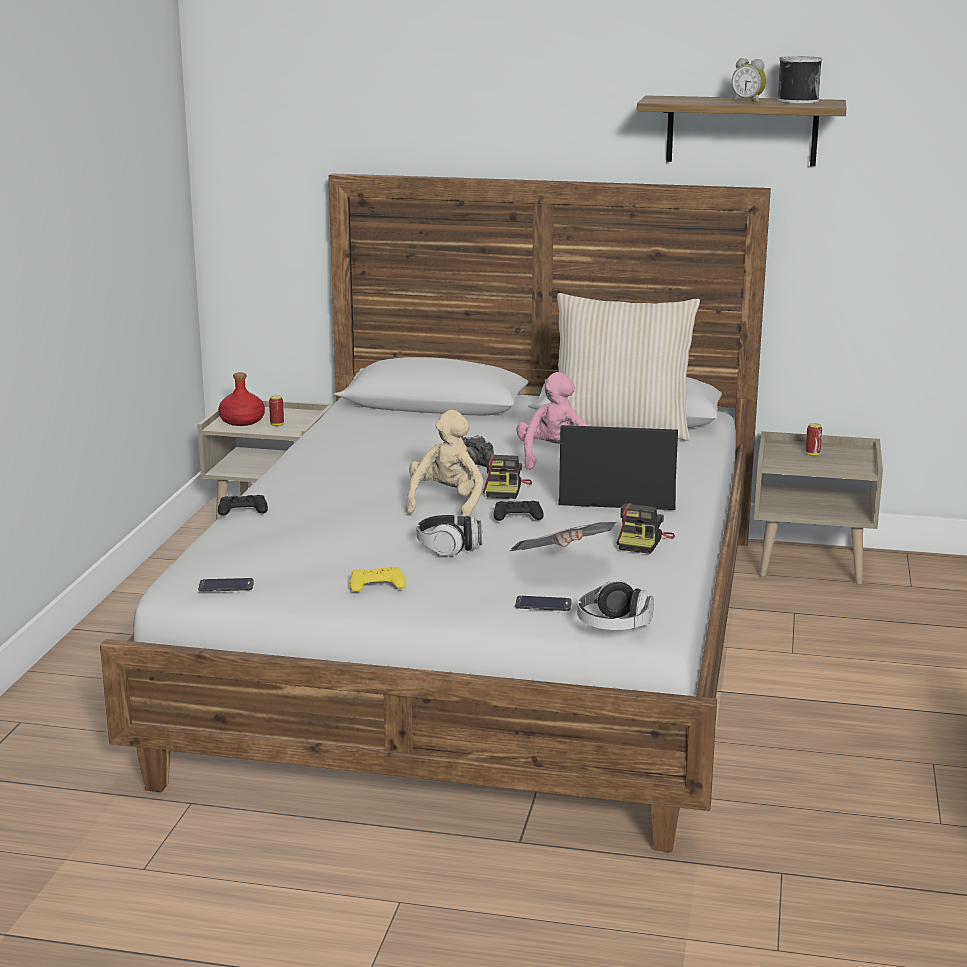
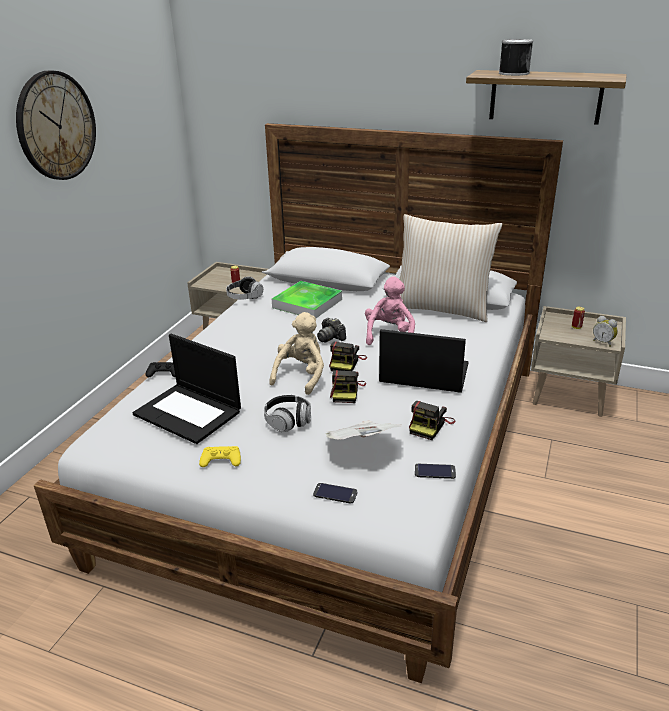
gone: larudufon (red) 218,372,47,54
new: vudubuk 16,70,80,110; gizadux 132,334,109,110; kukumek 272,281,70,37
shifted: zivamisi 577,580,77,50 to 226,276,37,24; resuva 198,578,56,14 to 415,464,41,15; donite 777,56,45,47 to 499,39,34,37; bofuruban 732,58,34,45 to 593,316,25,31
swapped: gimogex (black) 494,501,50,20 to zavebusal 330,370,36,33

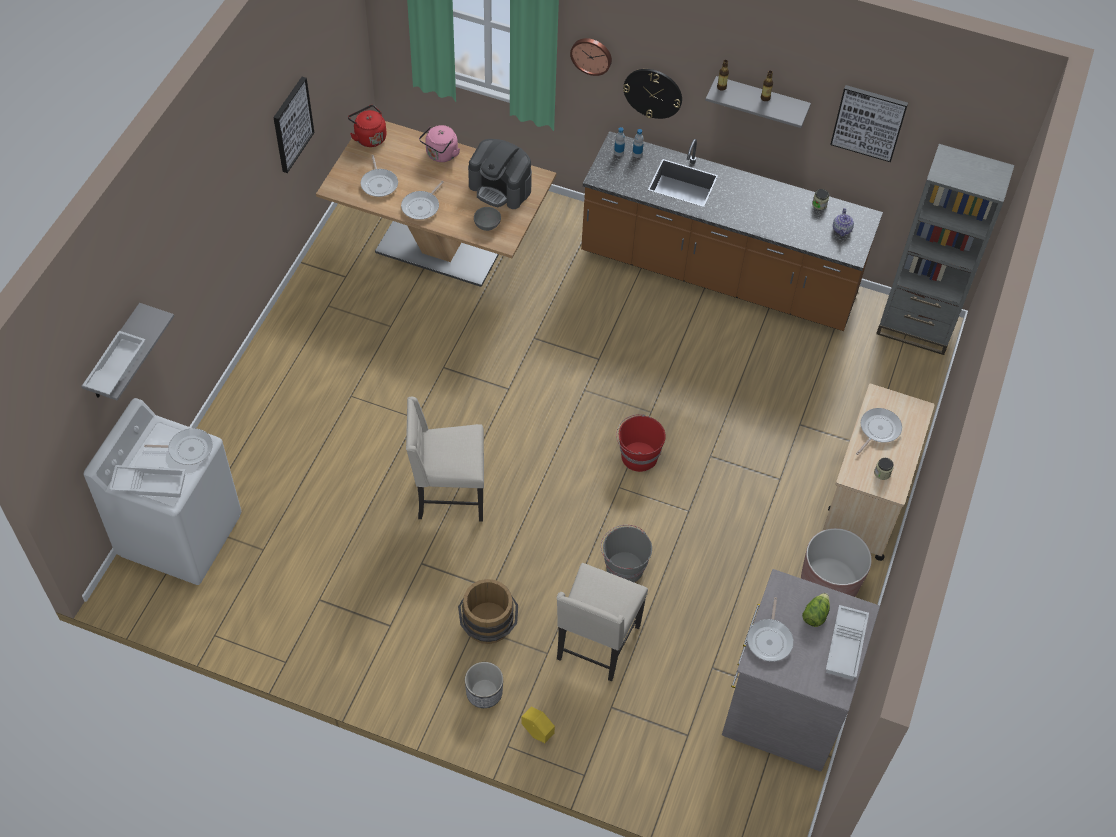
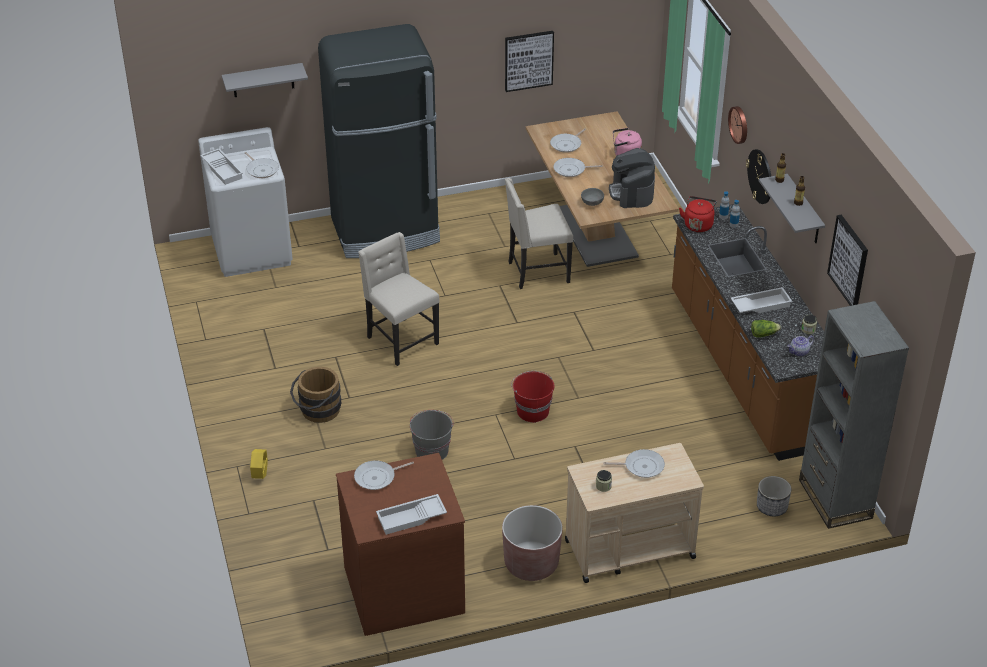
new: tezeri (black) 318,24,122,234
shifted: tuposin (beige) 557,563,91,118 to 505,178,68,111; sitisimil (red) 348,105,39,42 to 679,196,38,36; kukumek (white) 82,331,64,64 to 731,287,61,26; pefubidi 802,593,28,34 to 751,320,30,18; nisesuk 465,662,38,46 to 757,476,35,40
repainted: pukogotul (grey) 722,569,158,203 to pukogotul (brown) 336,453,129,183

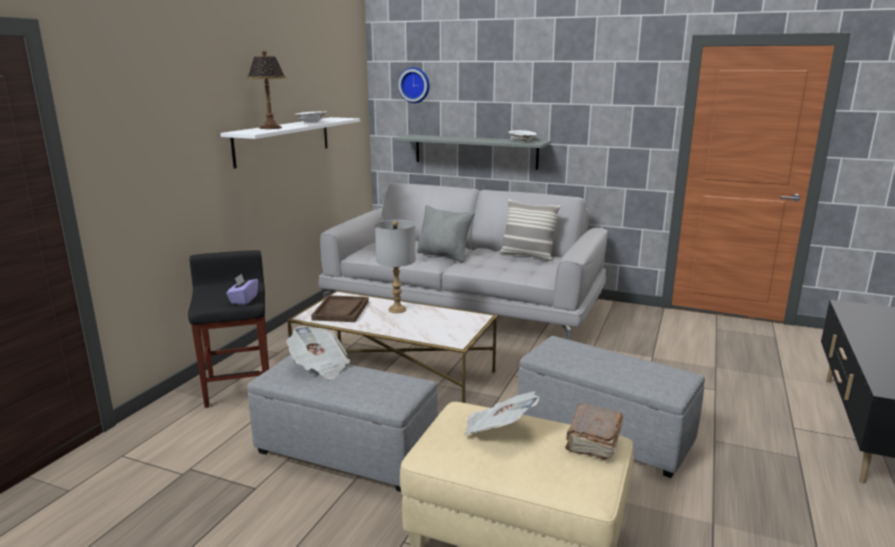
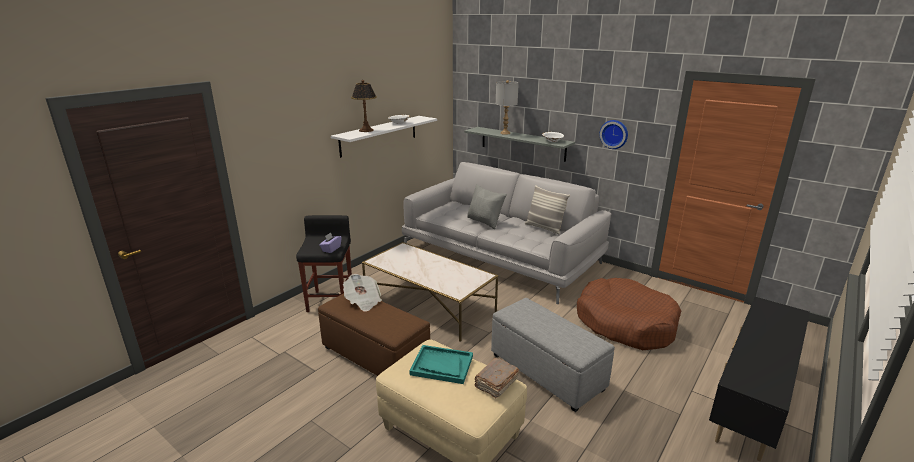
gone: kukumek (brown) 311,295,58,27
new: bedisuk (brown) 577,278,104,72
shifted: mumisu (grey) 375,220,41,93 to 496,80,23,55; vudubuk 398,67,32,36 to 599,120,29,29
swapped: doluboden 464,391,75,44 to kukumek (turquoise) 409,345,64,39
repainted: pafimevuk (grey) 247,354,191,138 to pafimevuk (brown) 318,293,112,83

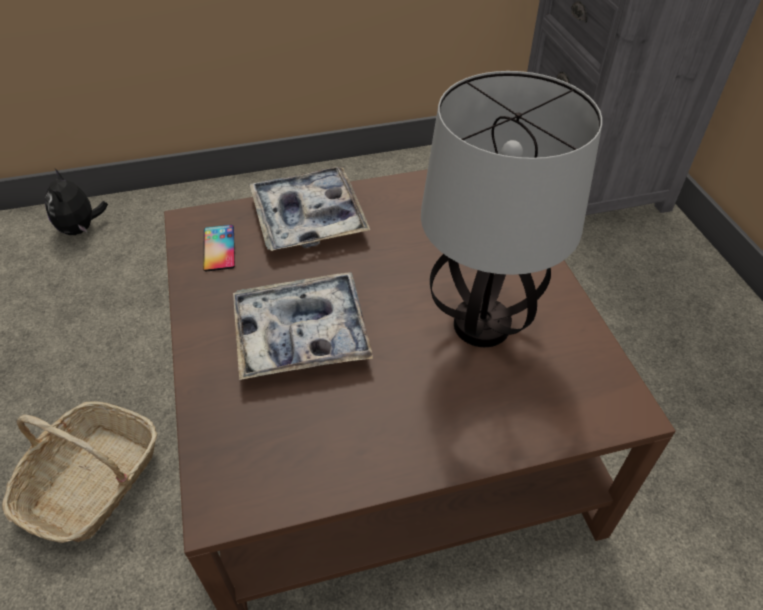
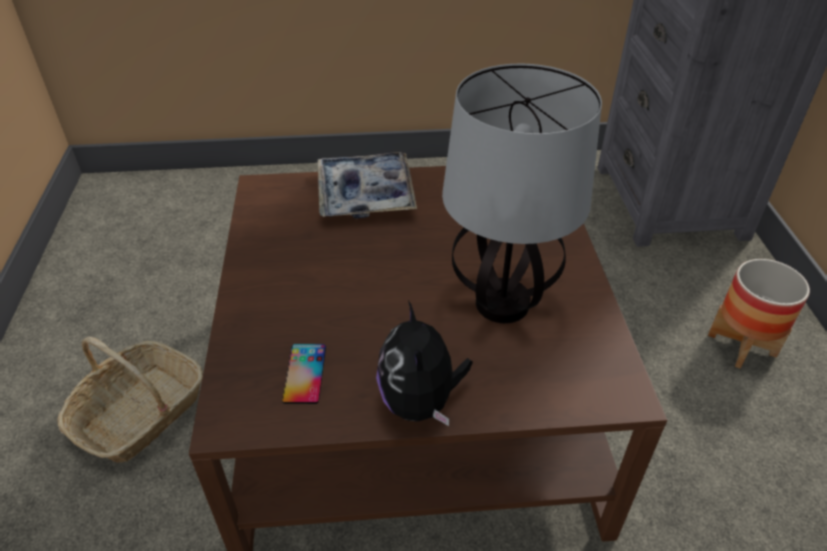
gone: kukumek 233,273,140,107
new: nisesuk 708,259,102,109
shifted: resuva 203,225,32,47 to 282,344,44,60; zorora 45,169,63,66 to 376,301,97,125

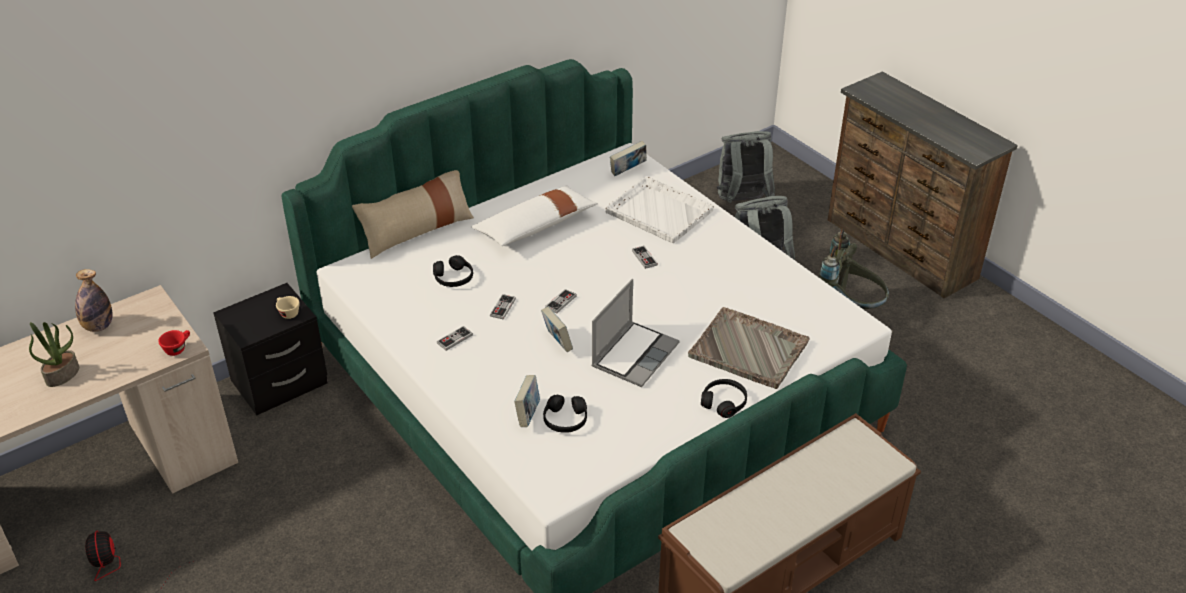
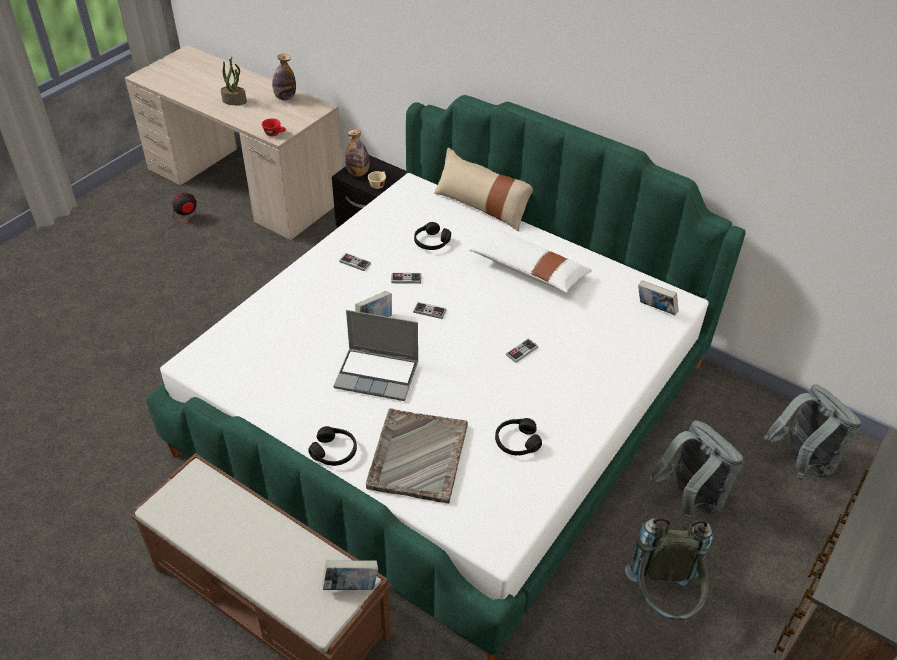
gone: kukumek (white) 605,176,109,67
new: larudufon 345,129,24,48
shifted: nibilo 514,375,26,52 to 322,560,56,30; zivamisi (black) 543,395,44,38 to 495,418,47,37

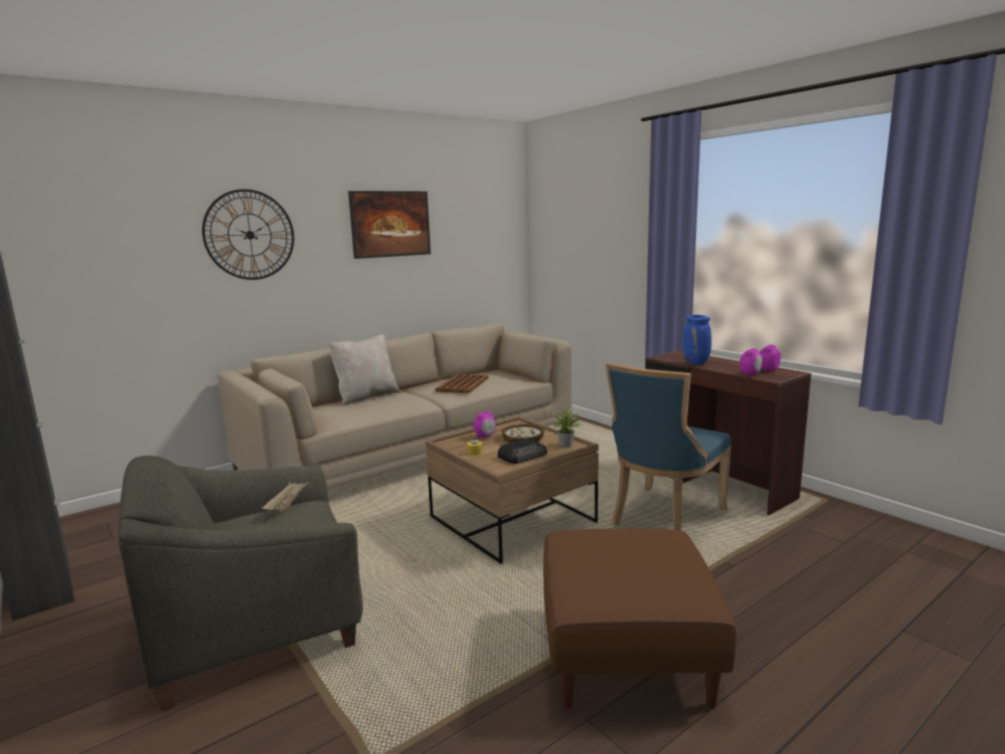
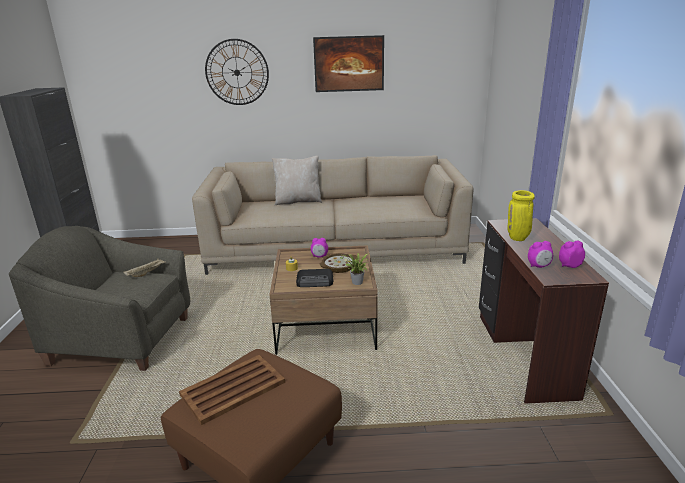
gone: tuposin (blue) 606,363,125,167
shifted: kukumek (brown) 436,374,53,19 to 179,355,106,70
repainted: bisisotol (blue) 683,315,28,50 to bisisotol (yellow) 507,190,28,51

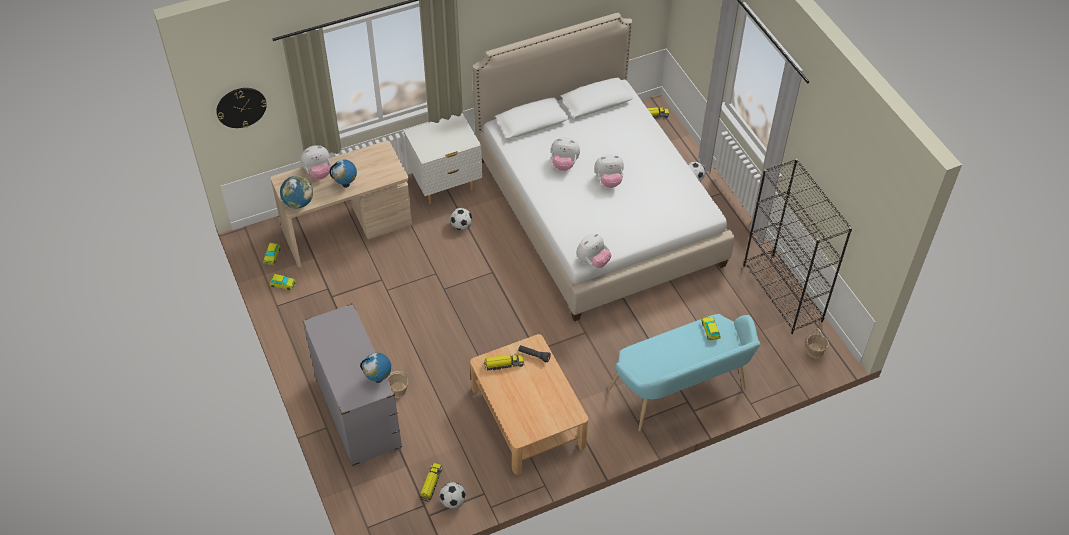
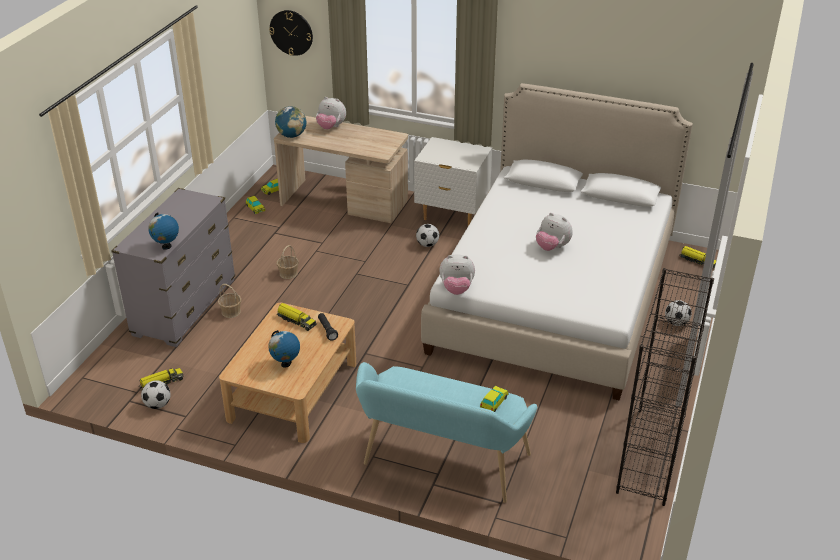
gone: zorora 551,137,29,34
shifted: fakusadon 329,160,28,28 to 268,330,32,38; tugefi 806,328,23,30 to 277,245,22,34

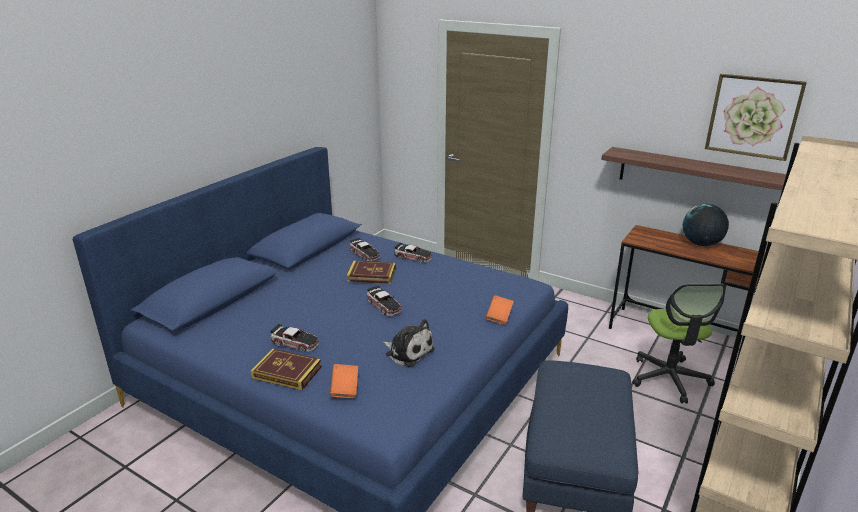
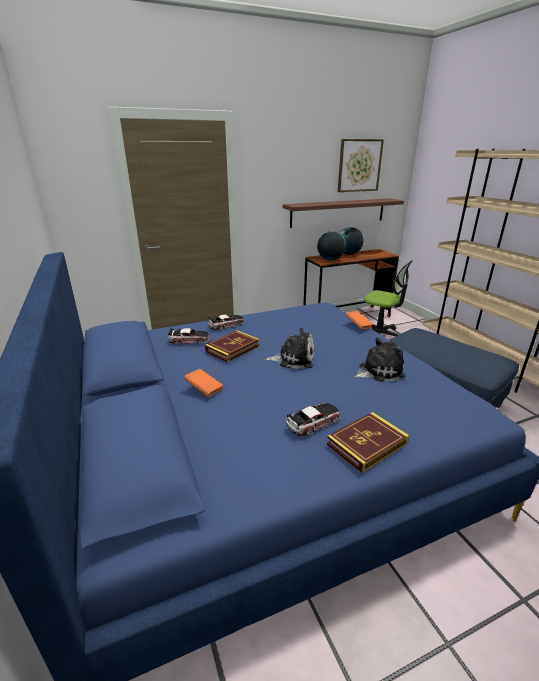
new: fakusadon 317,231,29,29
shifted: nibilo (orange) 330,364,28,34 to 184,369,39,28
swapped: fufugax 367,286,35,30 to zorora 265,327,49,42

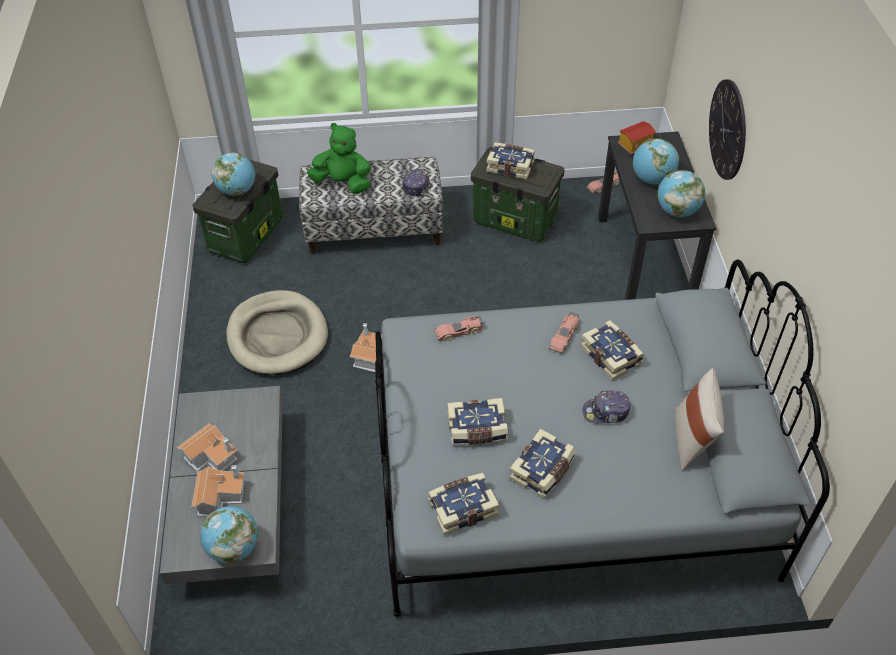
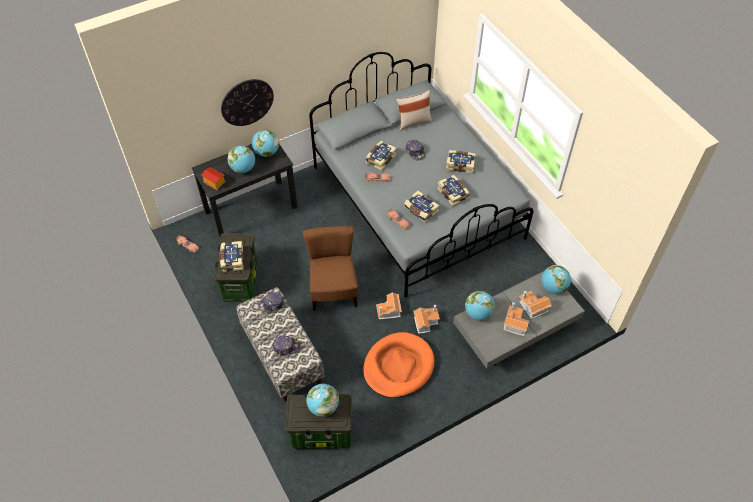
new: tuposin (brown) 303,226,55,85; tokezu 414,305,26,29; fakusadon 465,291,30,30
shifted: nibilo 428,473,71,62 to 404,191,35,31
swapped: zorora (green) 307,123,64,71 to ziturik 273,336,27,19
repainted: bedisuk (beige) 226,290,102,85 to bedisuk (orange) 363,332,72,66

